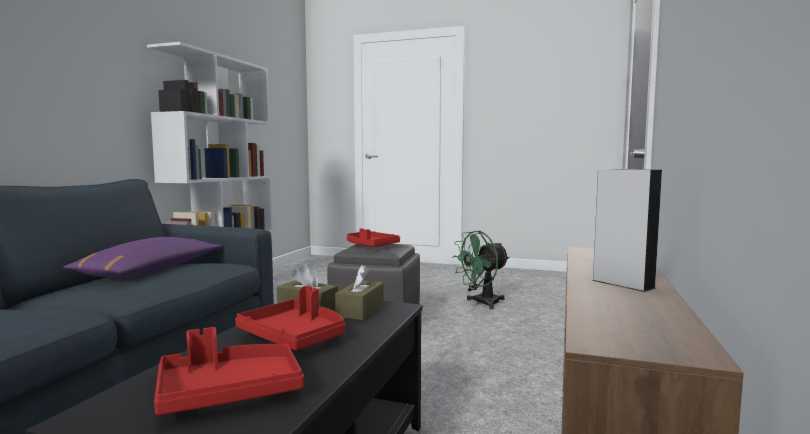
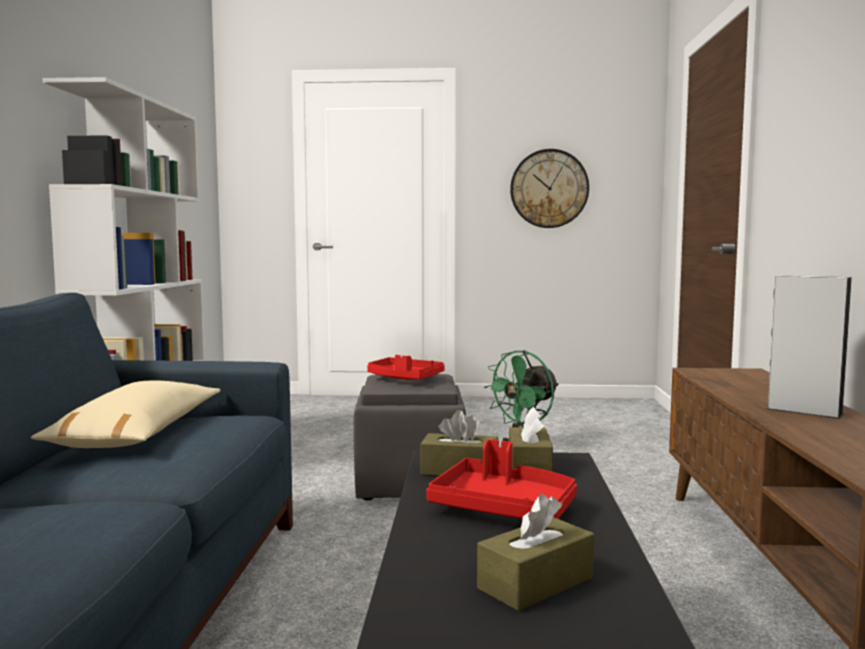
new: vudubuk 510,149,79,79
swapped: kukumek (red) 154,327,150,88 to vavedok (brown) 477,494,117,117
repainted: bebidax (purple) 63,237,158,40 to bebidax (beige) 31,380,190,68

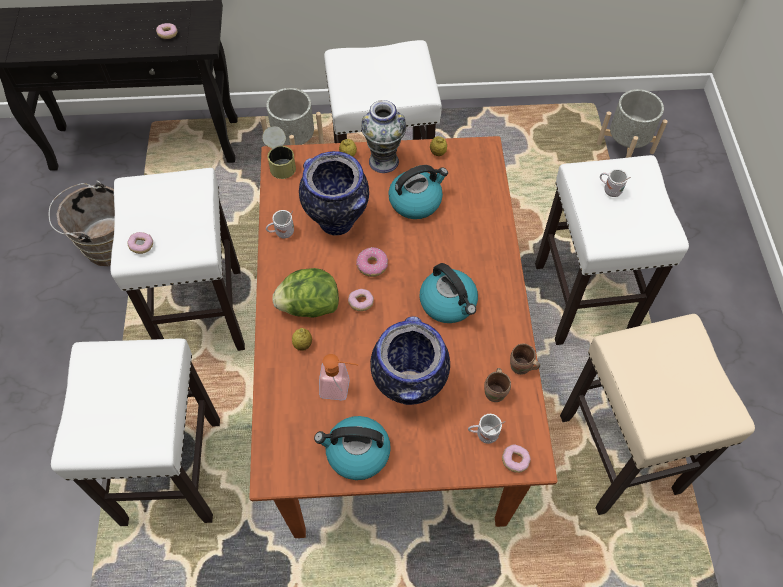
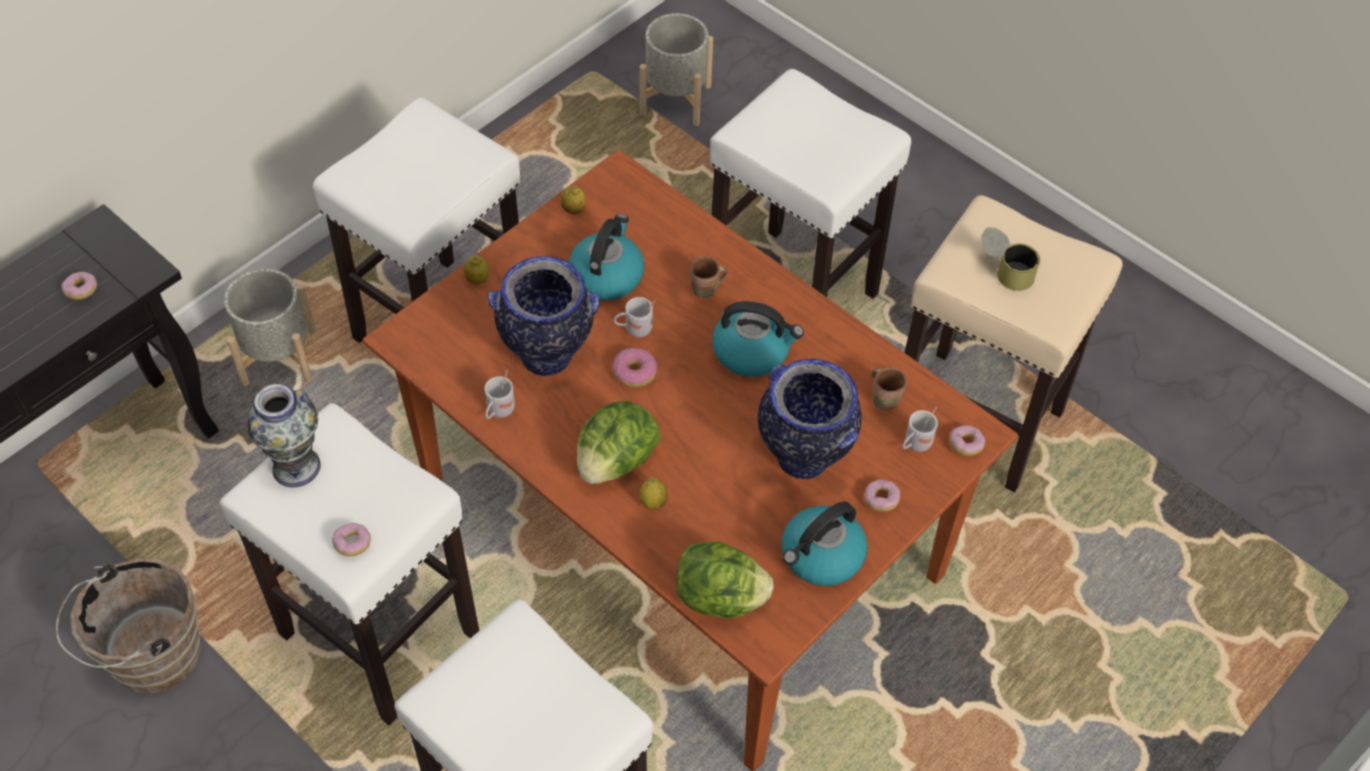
gone: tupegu 319,354,40,46
new: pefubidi 676,542,98,76
shifted: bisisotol 361,100,45,73 to 247,383,74,104; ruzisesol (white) 600,169,31,28 to 614,297,42,40; ruzisesol (brown) 510,344,30,31 to 689,257,39,42; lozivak 348,289,26,22 to 864,479,36,33; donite 262,126,34,53 to 981,227,59,64

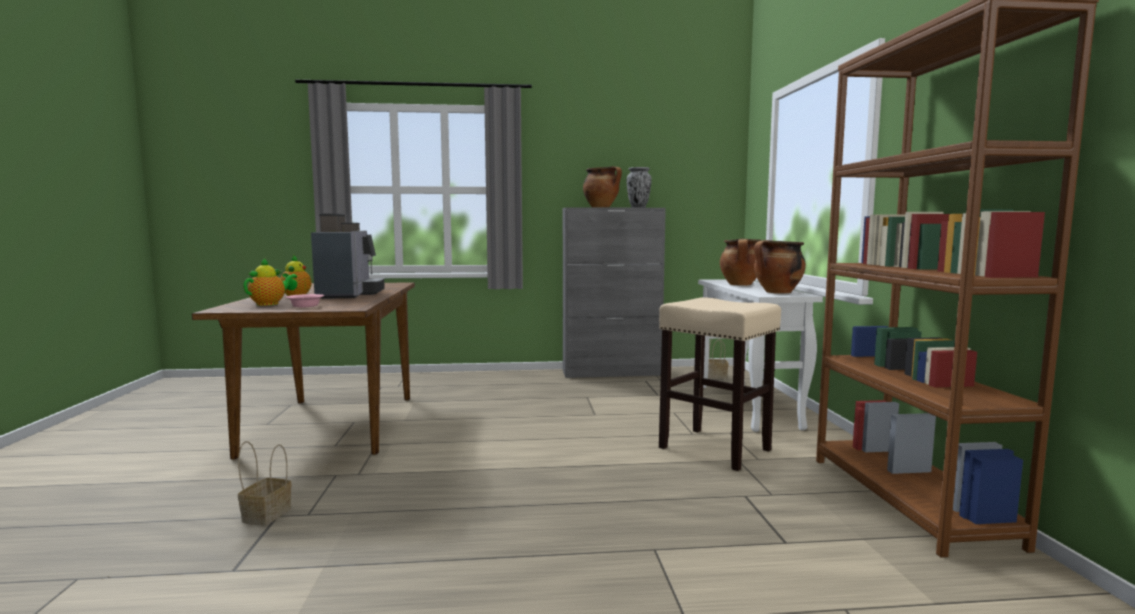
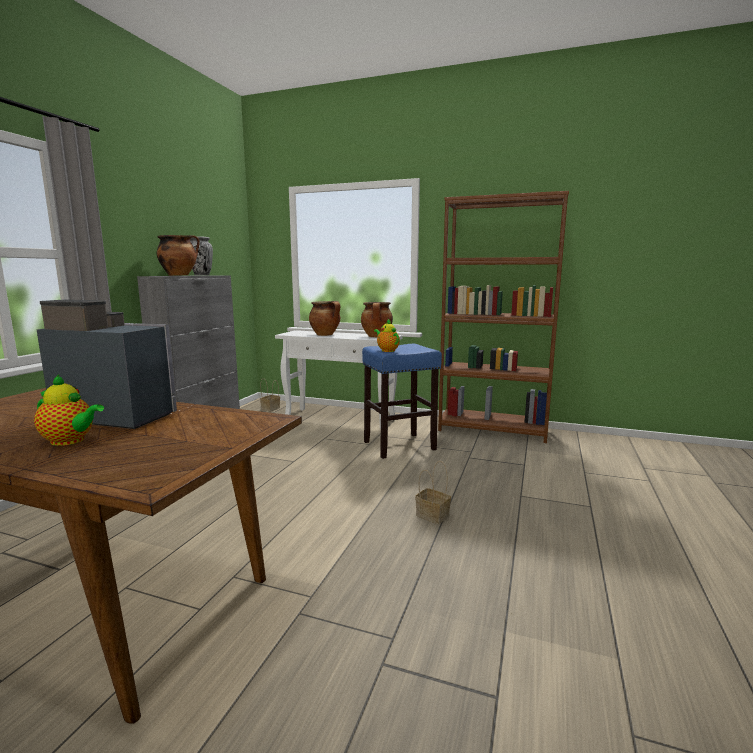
gone: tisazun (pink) 286,294,38,13
shifted: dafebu 243,258,54,48 to 374,319,26,33; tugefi 238,441,53,85 to 415,461,36,63
repainted: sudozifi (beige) 659,297,122,174 to sudozifi (blue) 362,344,80,115

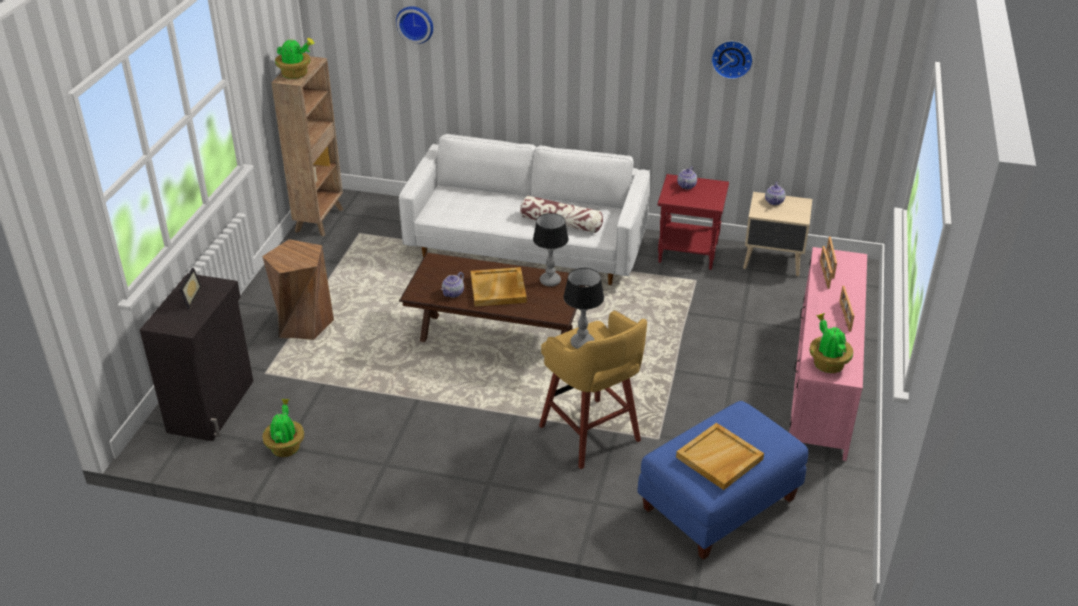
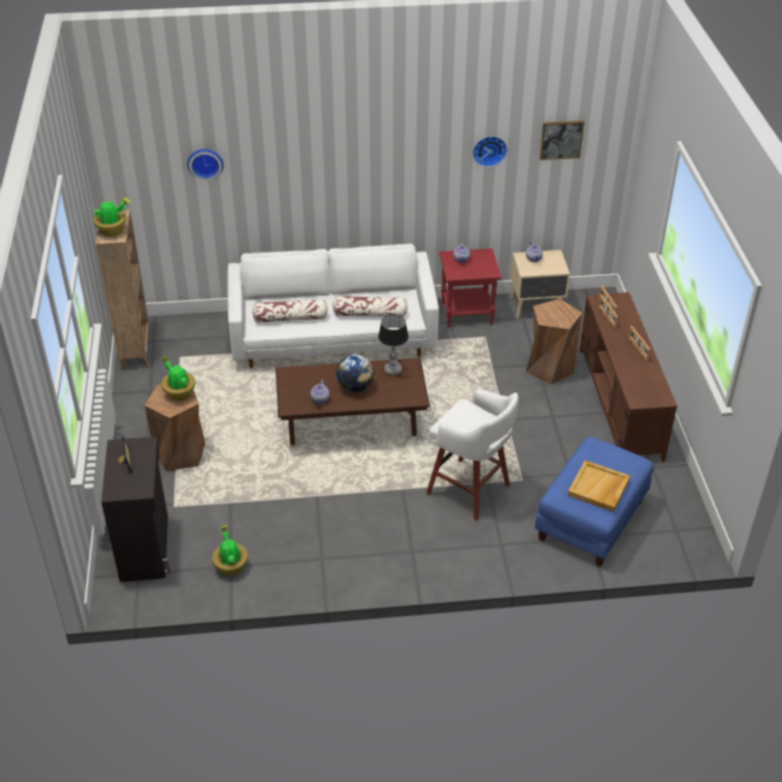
gone: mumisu 563,268,41,81
new: bebidax 252,299,76,24; sudozifi (brown) 526,299,56,86; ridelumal 540,121,44,39
shifted: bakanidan 809,313,44,60 to 161,356,34,45
swapped: kukumek (beige) 471,267,56,40 to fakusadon 337,355,37,37
repainted: sudozifi (yellow) 539,310,108,159 to sudozifi (white) 426,389,93,132; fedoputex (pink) 789,247,78,214 to fedoputex (brown) 579,292,98,170

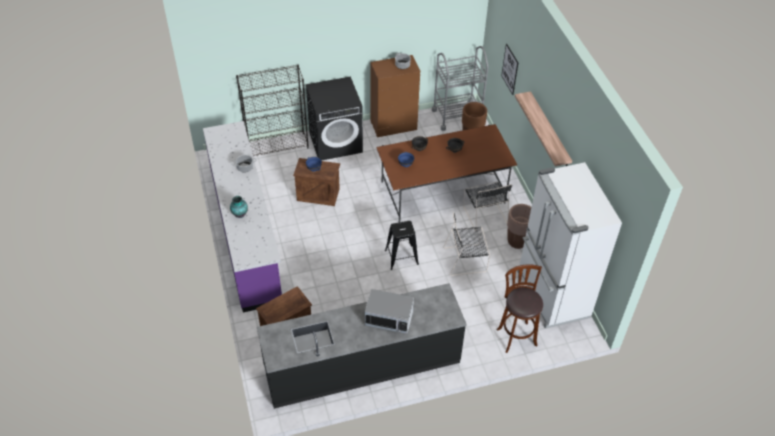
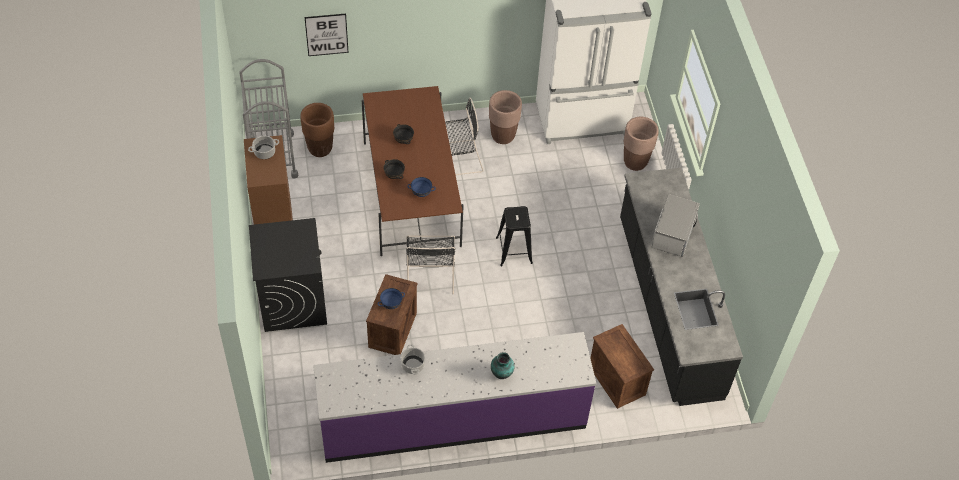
gone: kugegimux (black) 236,65,73,91; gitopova 515,91,57,75
shifted: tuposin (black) 443,212,47,64 to 406,236,49,58
swapped: sudozifi (brown) 497,264,46,89 to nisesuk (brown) 624,117,35,54

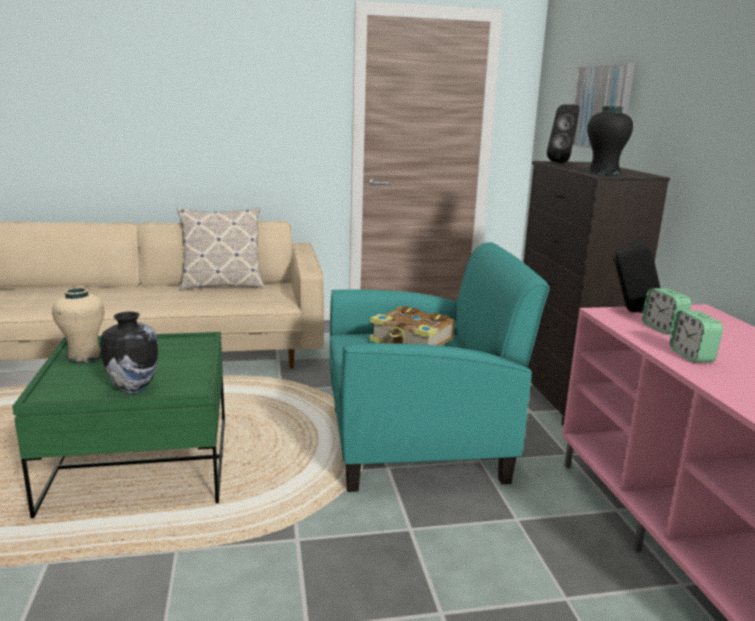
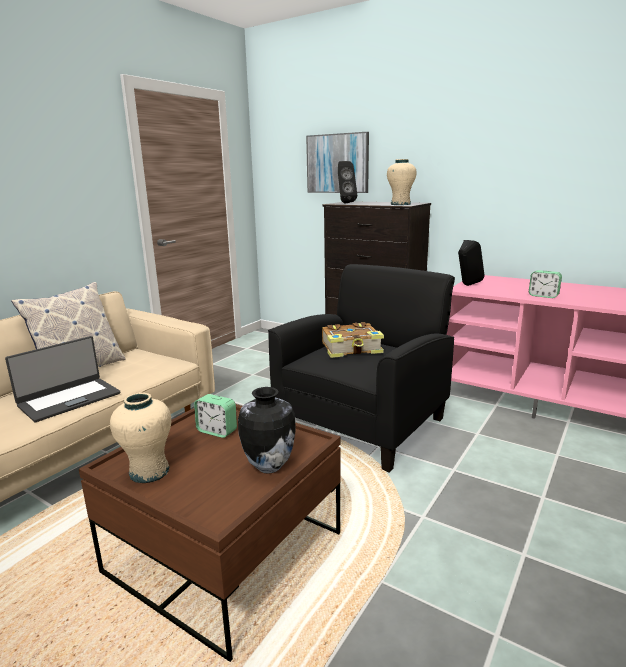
new: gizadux 5,336,115,86
shifted: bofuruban 642,288,49,46 to 194,394,43,44
repainted: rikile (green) 12,332,213,186 to rikile (brown) 79,404,261,258; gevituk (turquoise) 330,242,219,250 to gevituk (black) 268,264,187,209; bisisotol (black) 587,106,46,69 to bisisotol (beige) 387,159,29,46

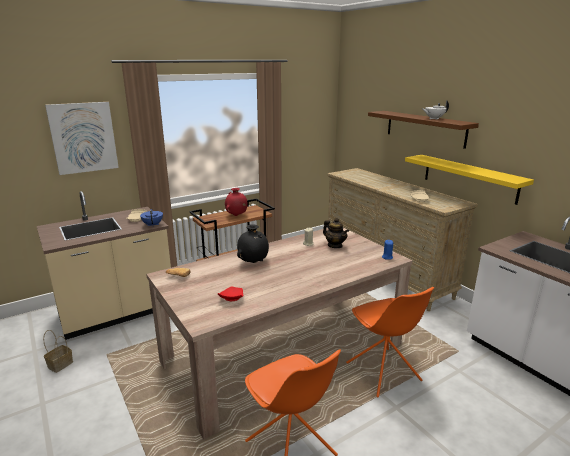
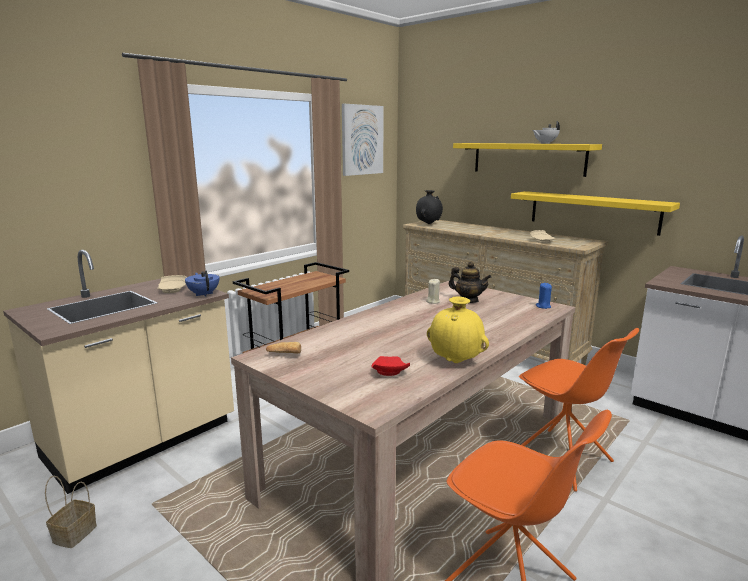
gone: bisisotol (red) 225,188,23,28
new: bisisotol (yellow) 427,296,62,67
shifted: ridelumal 45,102,74,73 to 342,104,42,72; bisisotol (black) 237,224,32,39 to 416,190,27,34
repainted: gitopova (brown) 368,111,111,38 to gitopova (yellow) 453,143,149,34

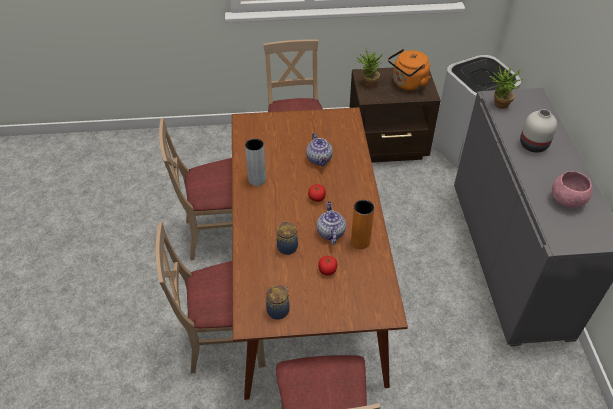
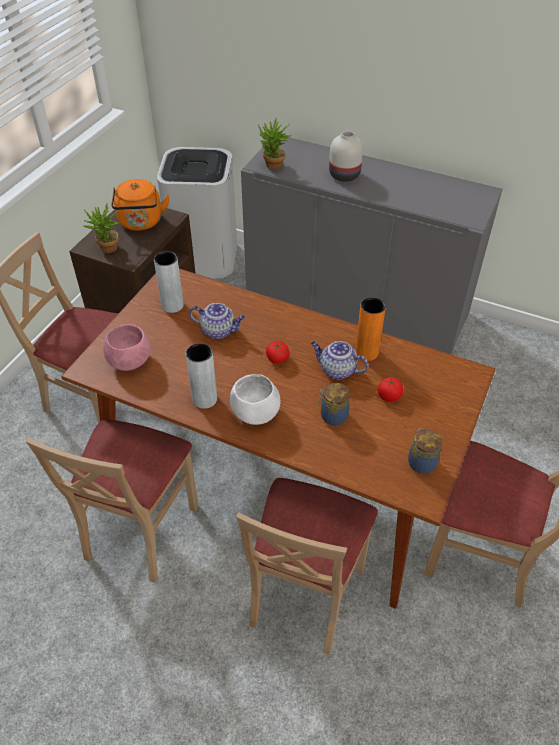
new: bisisotol (grey) 154,251,30,62; tisazun (white) 230,374,50,51
shifted: tisazun (pink) 552,171,40,37 to 103,324,48,47

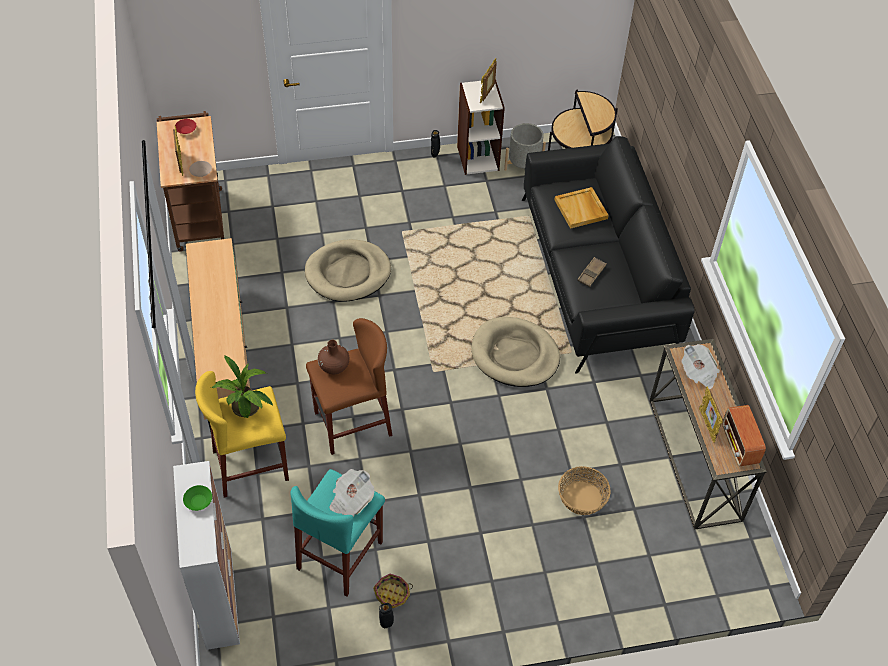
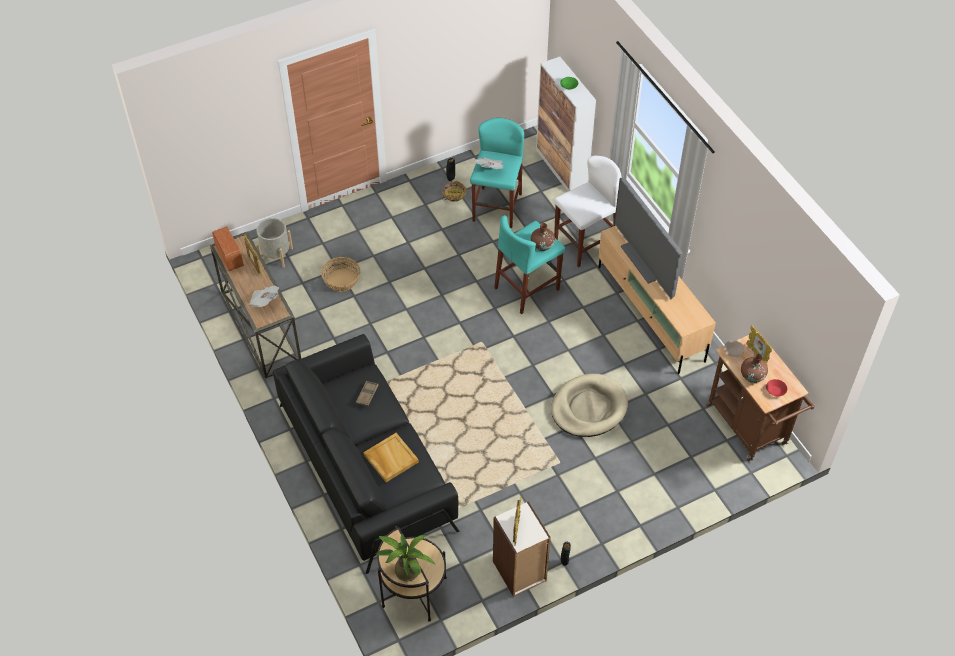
gone: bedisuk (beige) 471,317,89,70
new: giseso 614,178,69,121; bisisotol (brown) 741,354,27,29
shifted: nisesuk (grey) 504,123,42,48 to 256,218,37,50; bakanidan 211,355,62,63 to 375,533,60,49
repainted: sudozifi (brown) 306,318,86,137 to sudozifi (turquoise) 494,215,71,99; sudozifi (yellow) 195,371,94,126 to sudozifi (white) 554,156,67,111

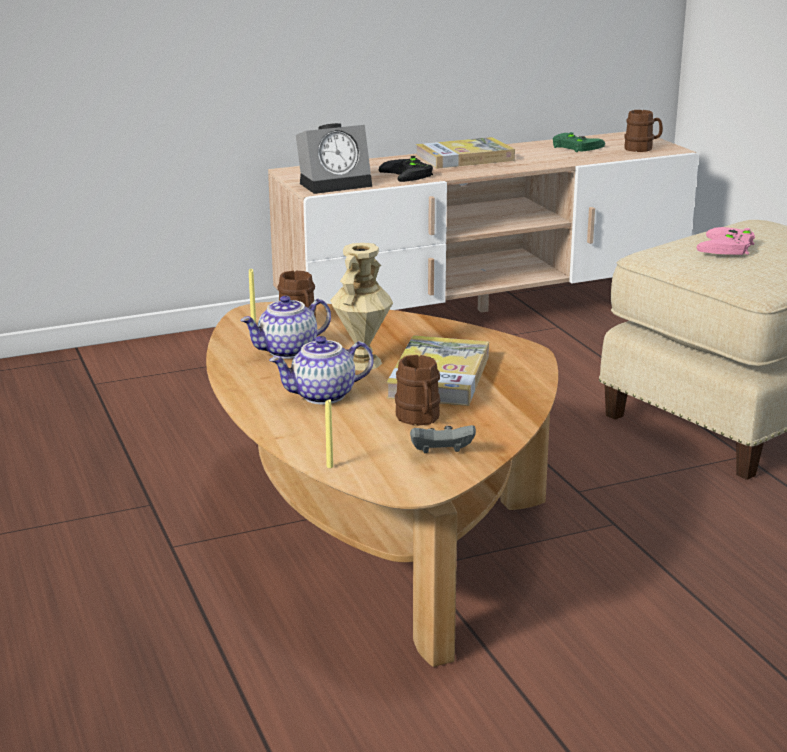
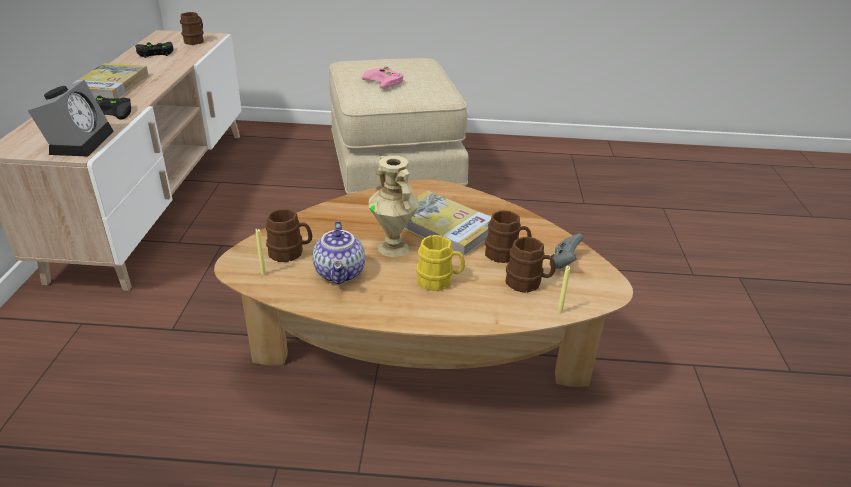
new: ruzisesol (brown) 505,236,50,57
swapped: dafebu 269,336,105,69 to ruzisesol (yellow) 416,235,49,56
repainted: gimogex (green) 553,132,52,20 to gimogex (black) 135,42,38,16

